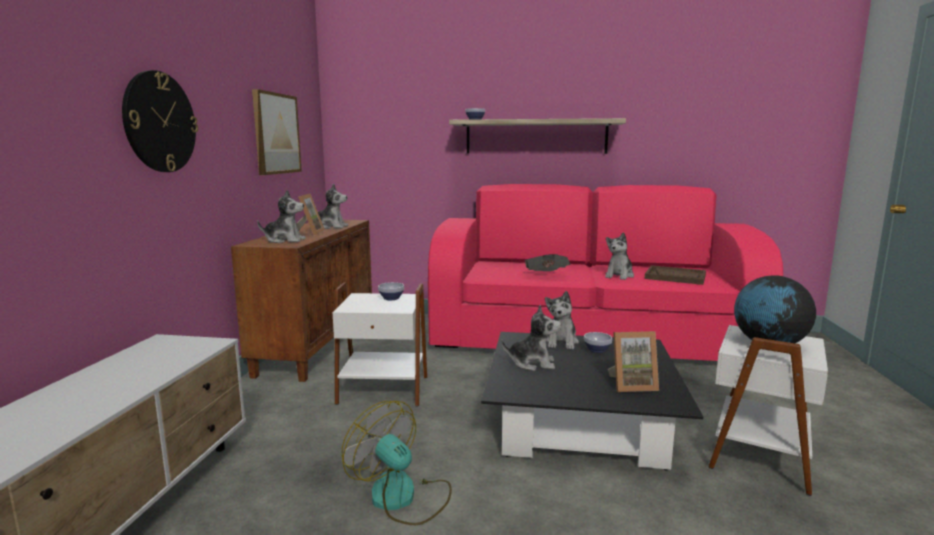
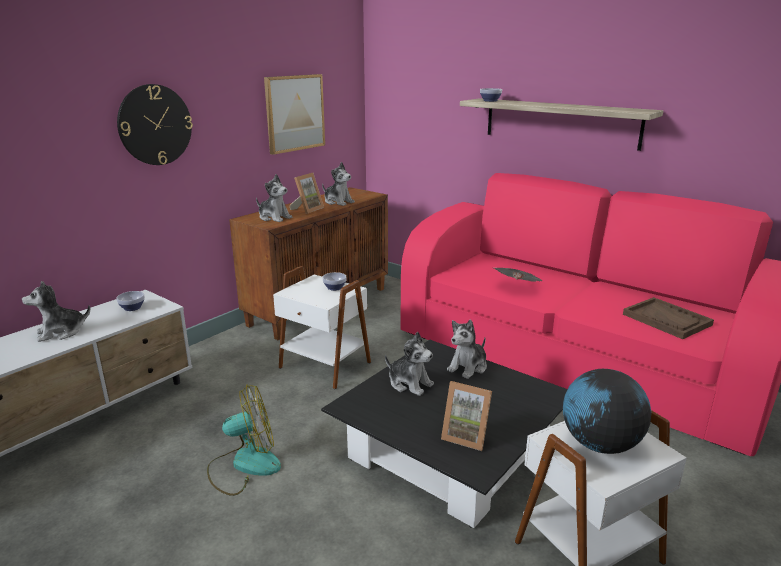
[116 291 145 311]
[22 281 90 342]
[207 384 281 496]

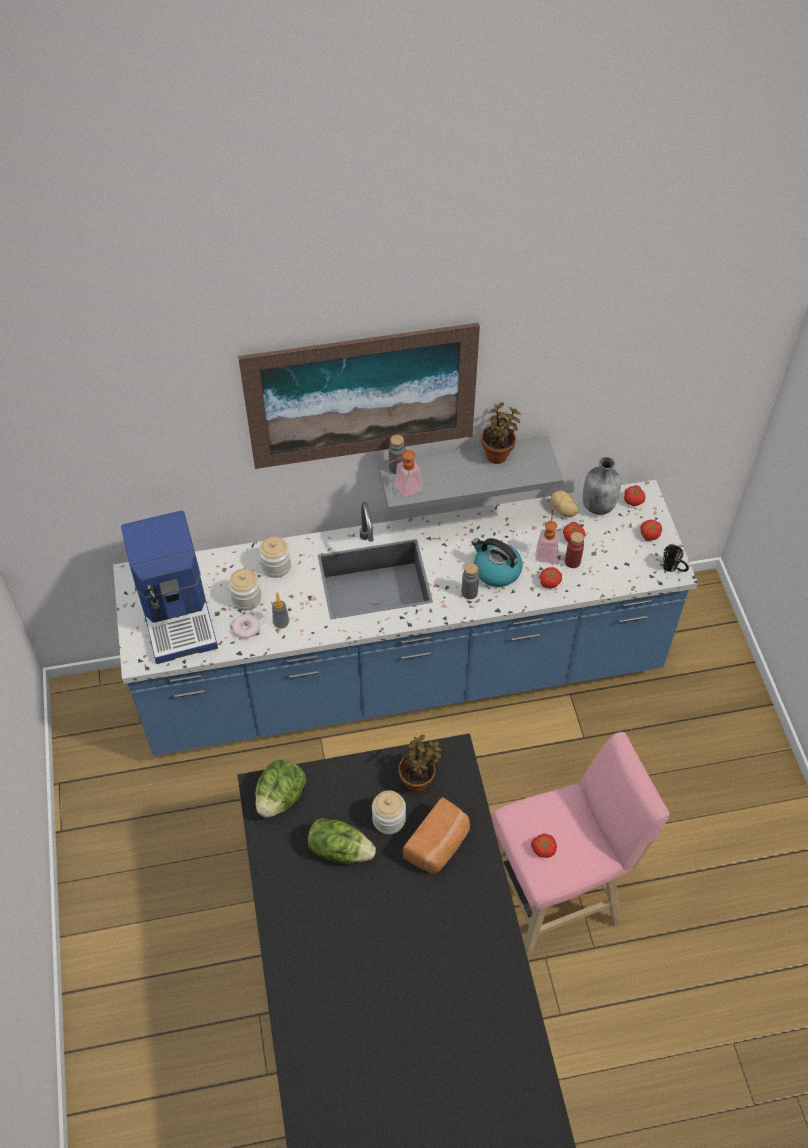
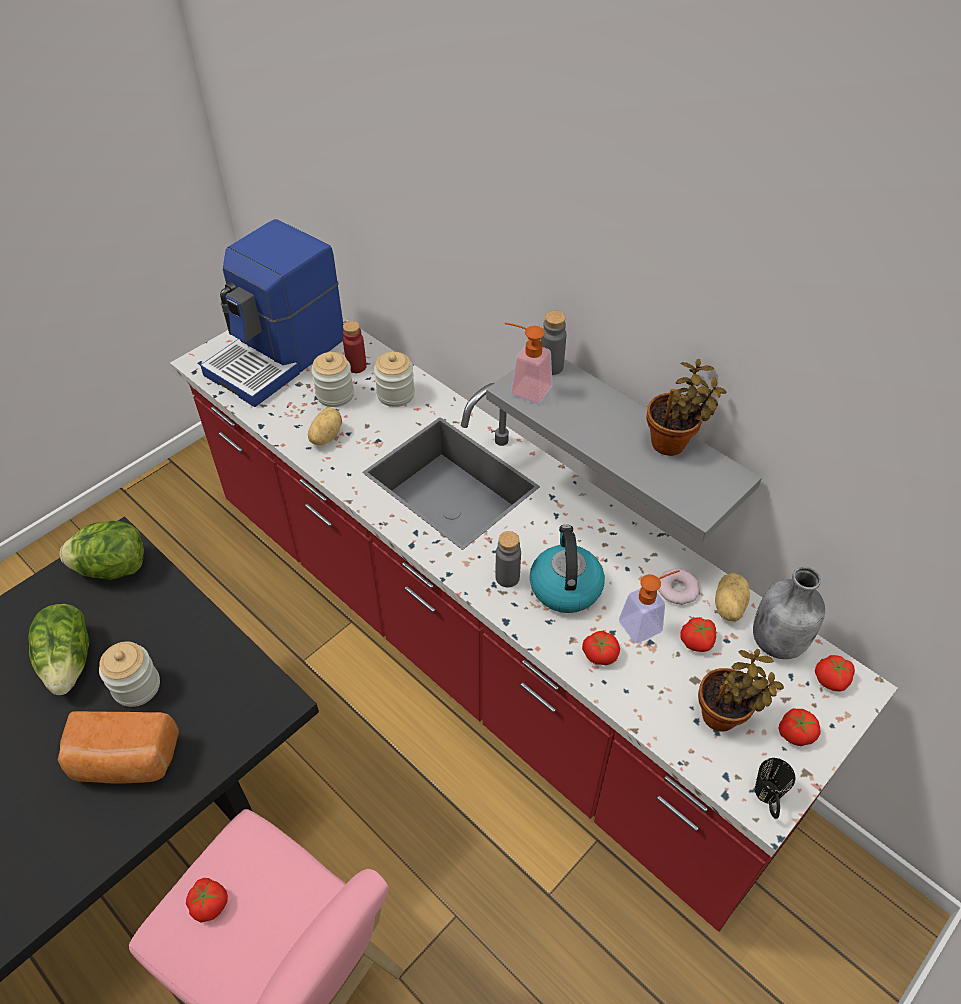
[238 323 480 469] (first image)
[658 569 700 605]
[698 649 784 732]
[343 321 367 373]
[308 408 342 445]
[170 317 898 932]

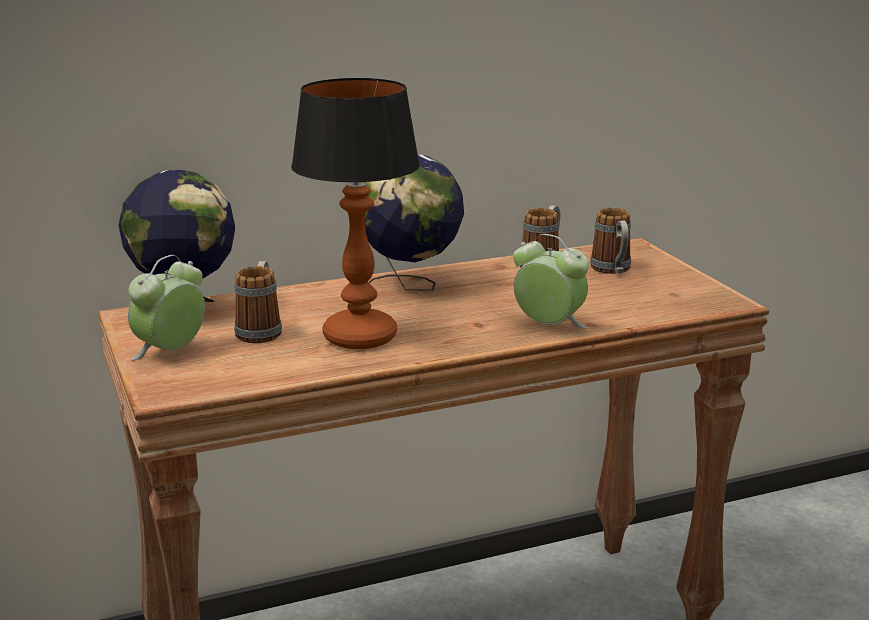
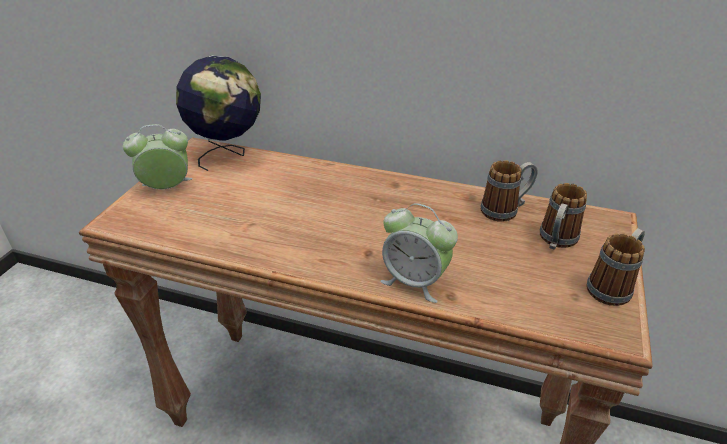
[291 78 420 349] (first image)
[364 154 464 291] (first image)
[586 228 645 306]
[380 203 458 303]

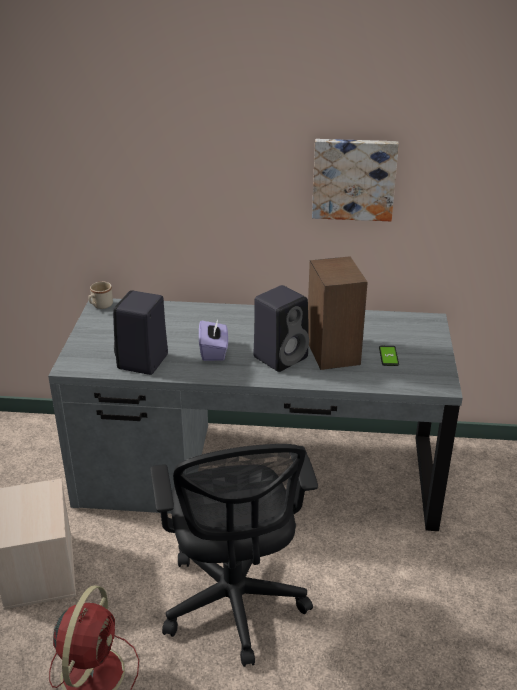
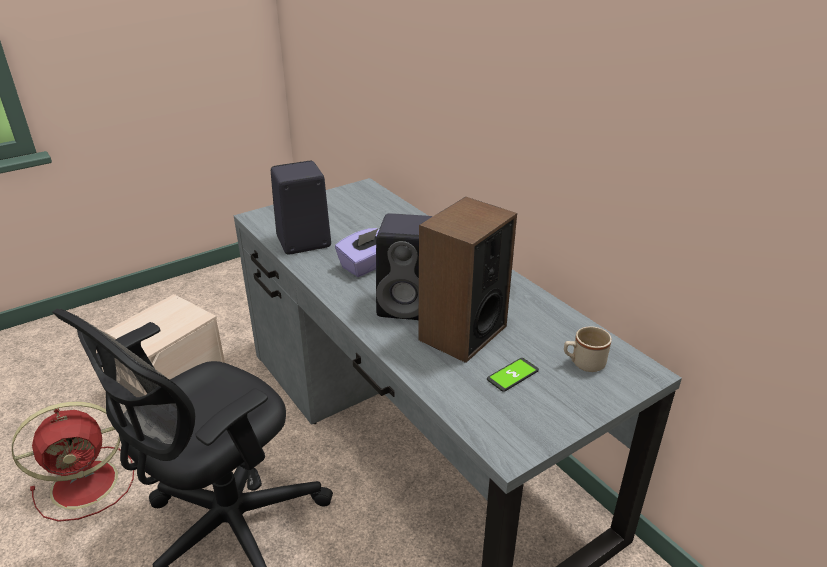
[312 139 399 221] (first image)
[564 326 612 372]

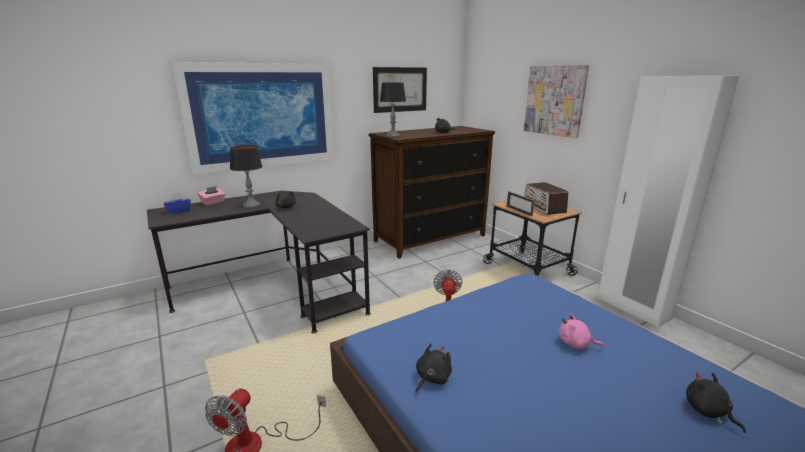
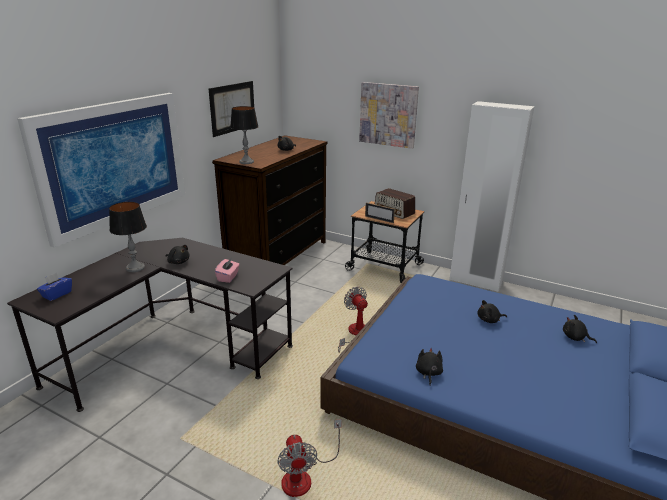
[215 258 240 283]
[478 300 507 323]

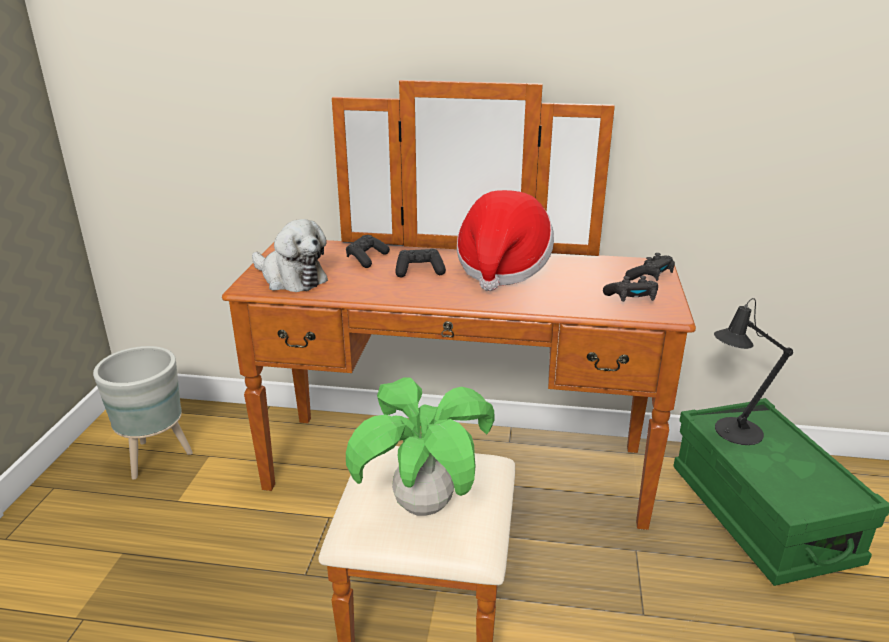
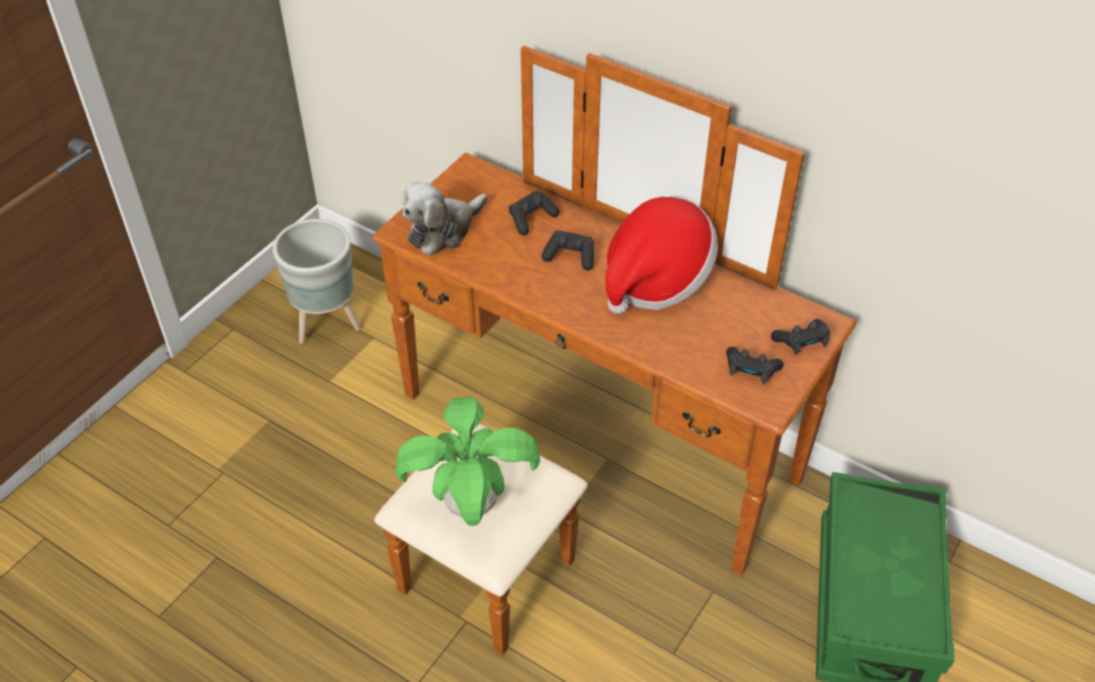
[714 298 793 445] (first image)
[402 182 488 256]

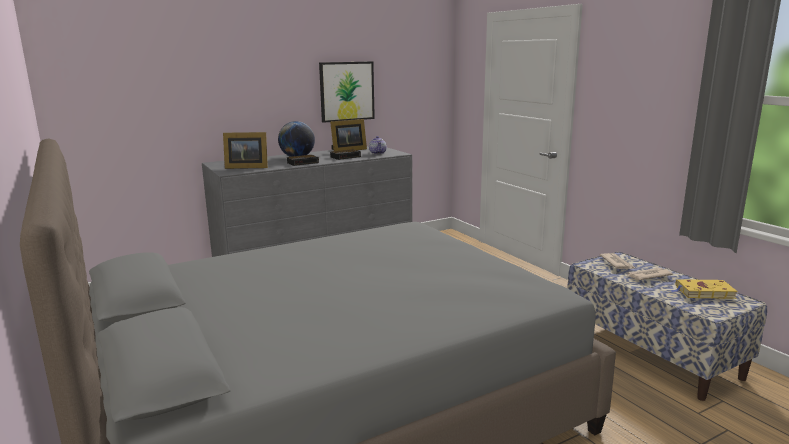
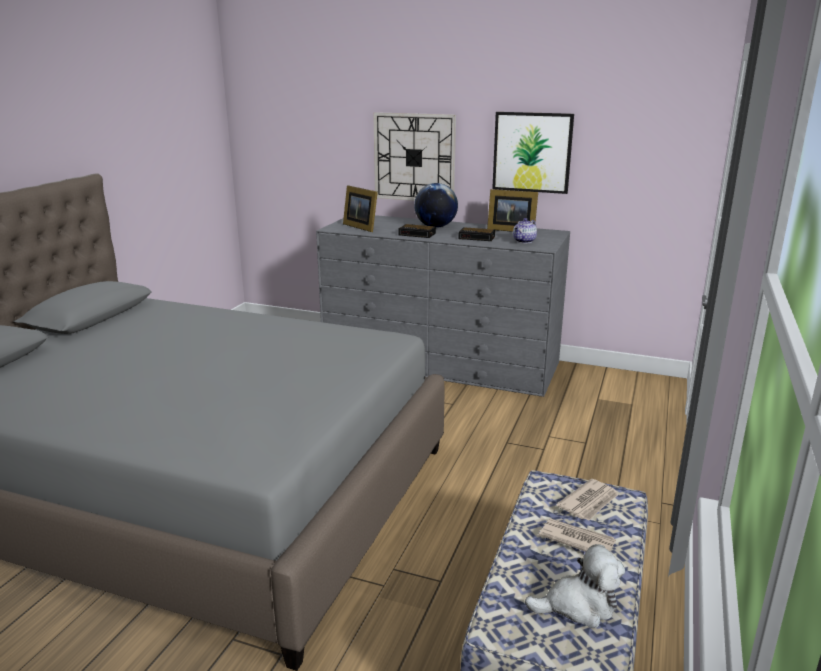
[373 112 456 201]
[525 544 625 628]

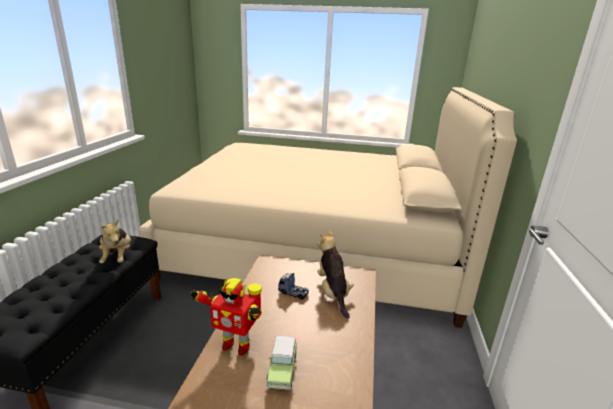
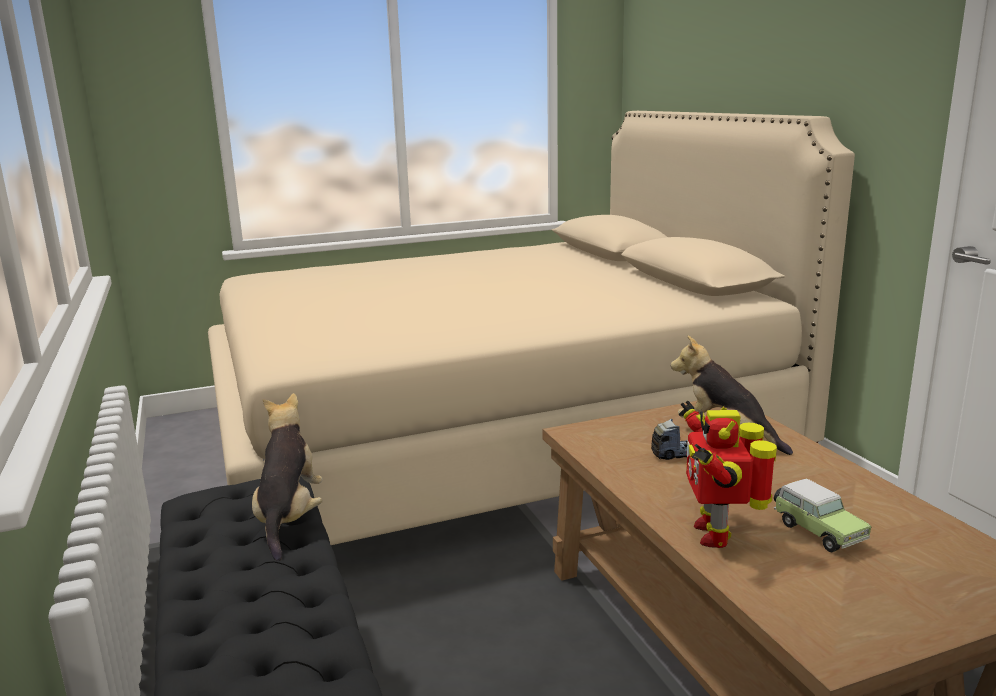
[252 393 323 561]
[678 401 777 548]

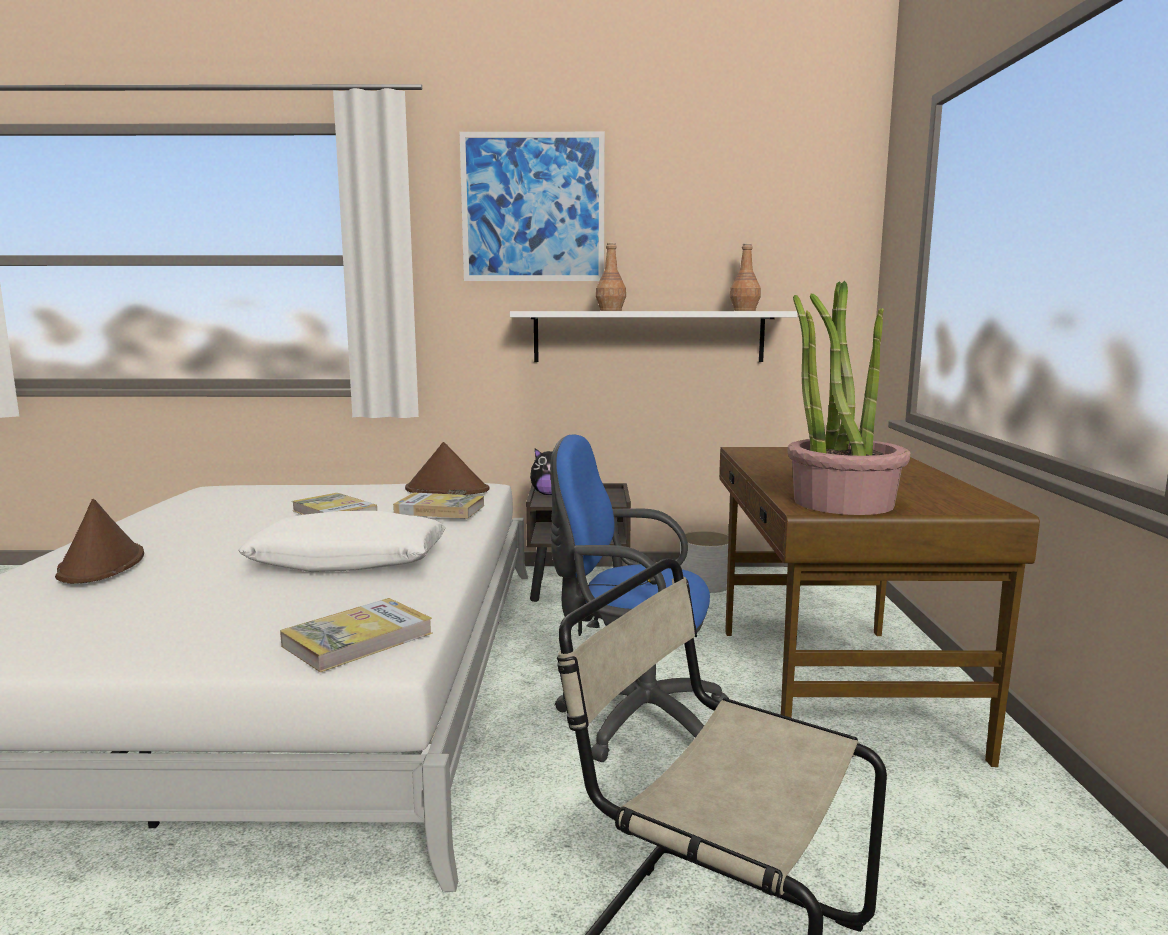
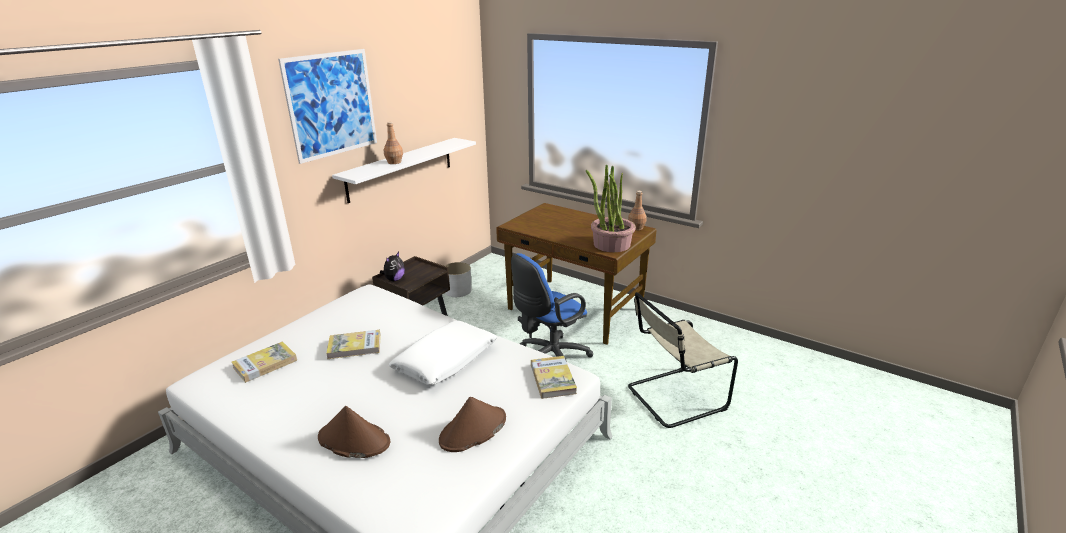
[231 341 297 383]
[439 397 506 452]
[628 191 647 230]

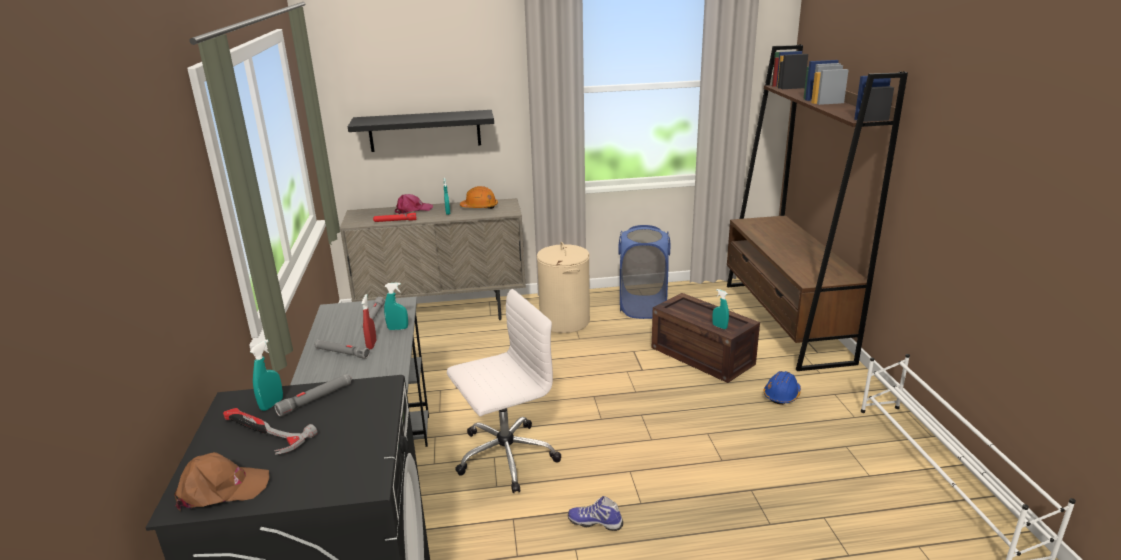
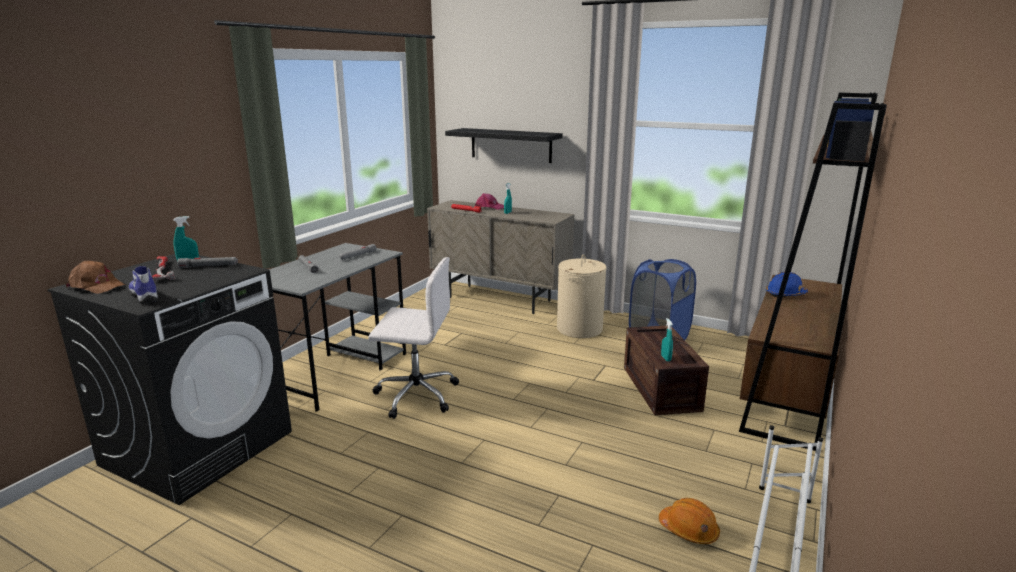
[361 294 376 349] (first image)
[384 282 408 330] (first image)
[659 498 720 544]
[129 266 158 304]
[766 272 808 298]

